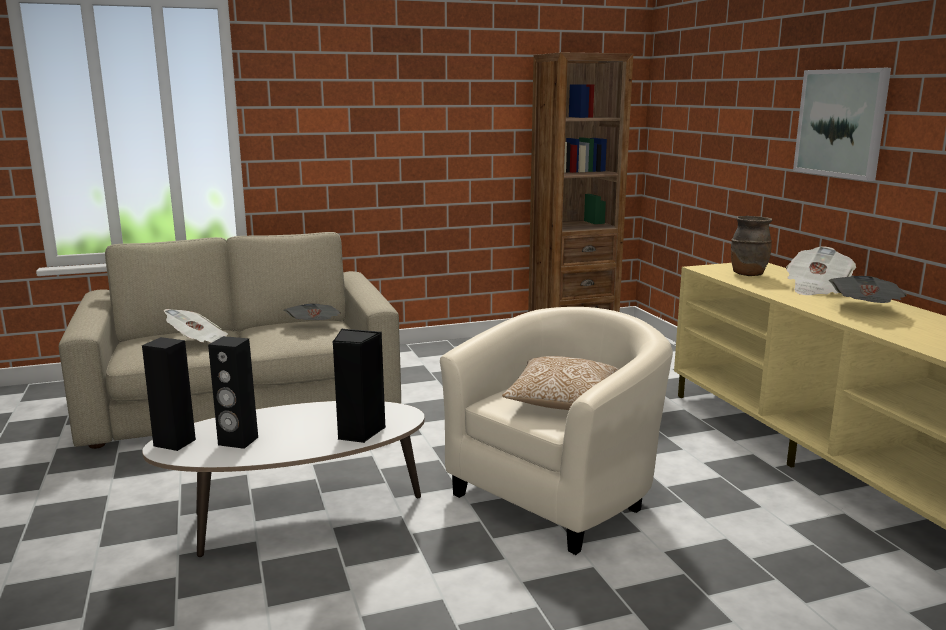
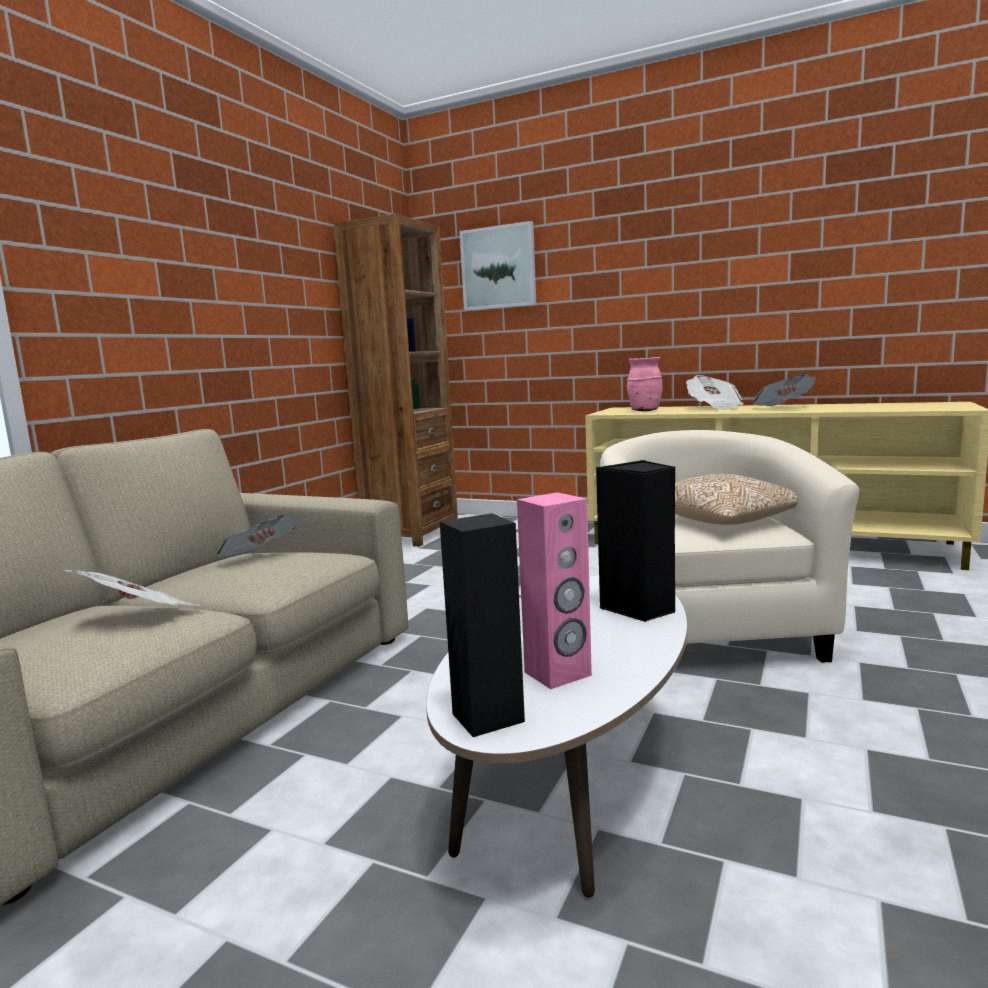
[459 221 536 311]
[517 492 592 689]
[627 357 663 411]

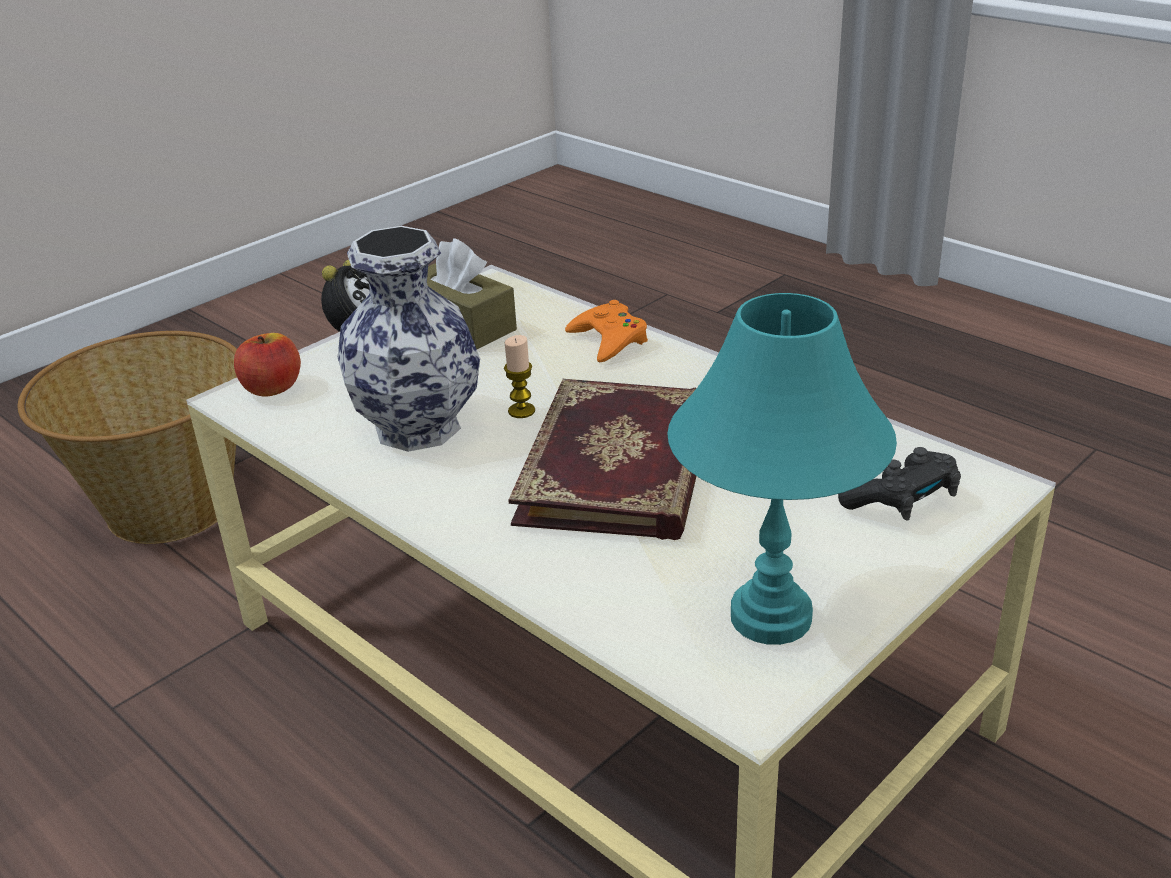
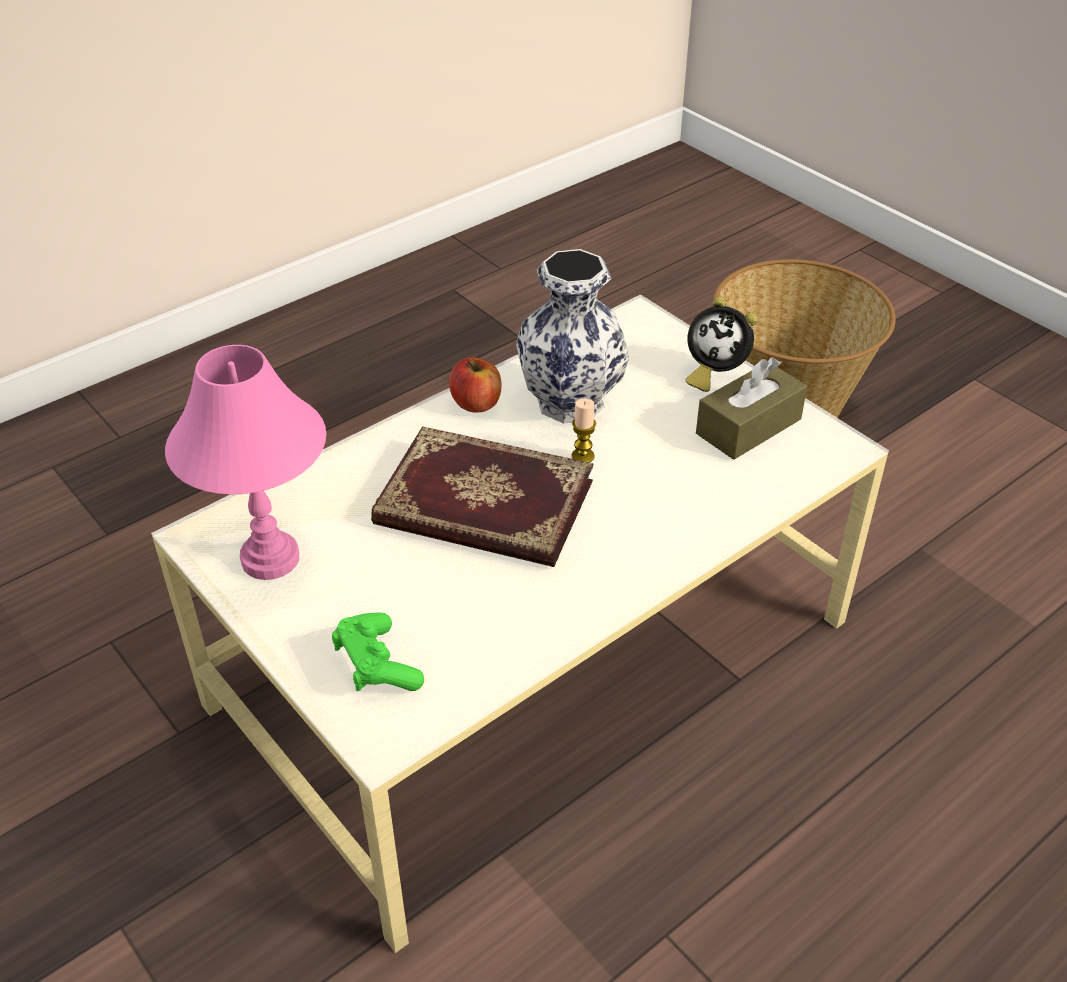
[565 300 648 362] (first image)
[449 357 501 413]
[165 345 326 580]
[332 613 424 691]

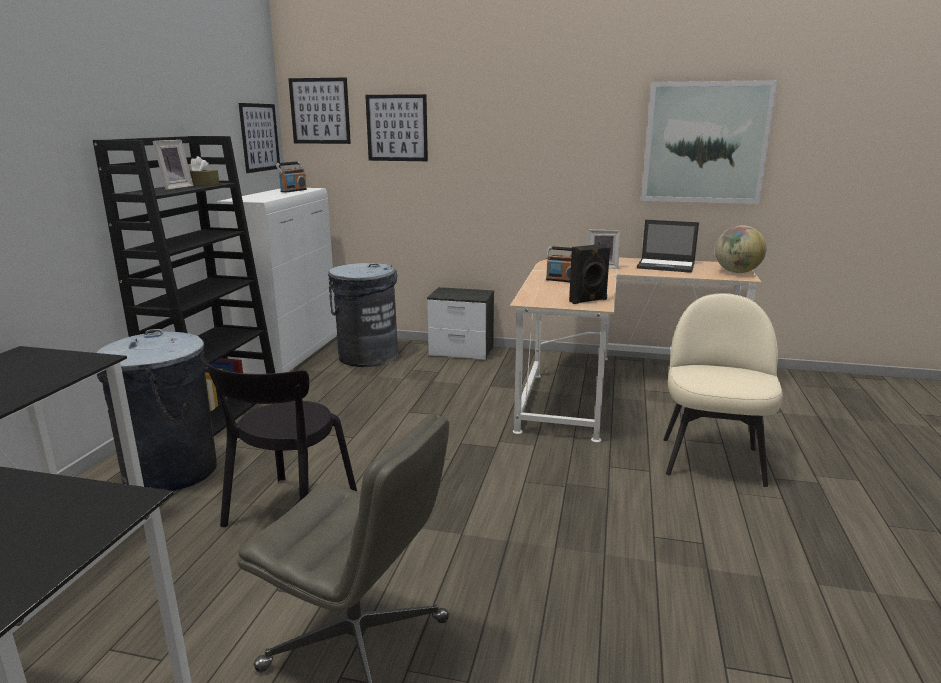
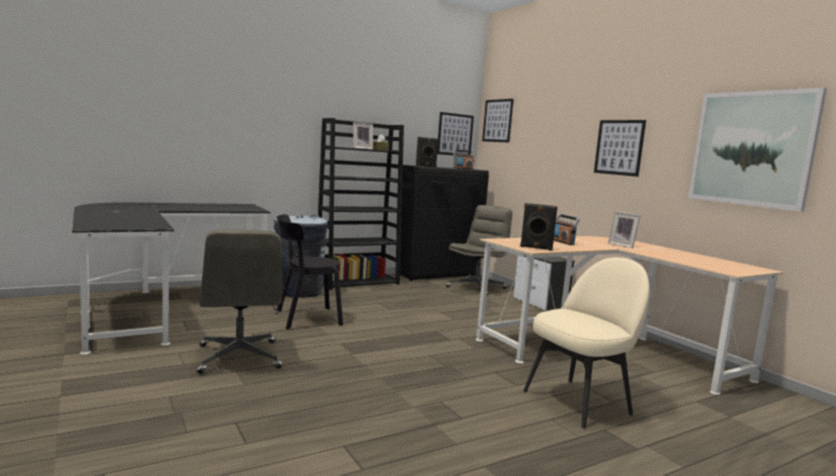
[637 220 699 273] (first image)
[715 225 767 273] (first image)
[416 137 439 167]
[594 120 646 177]
[446 205 512 296]
[395 165 489 281]

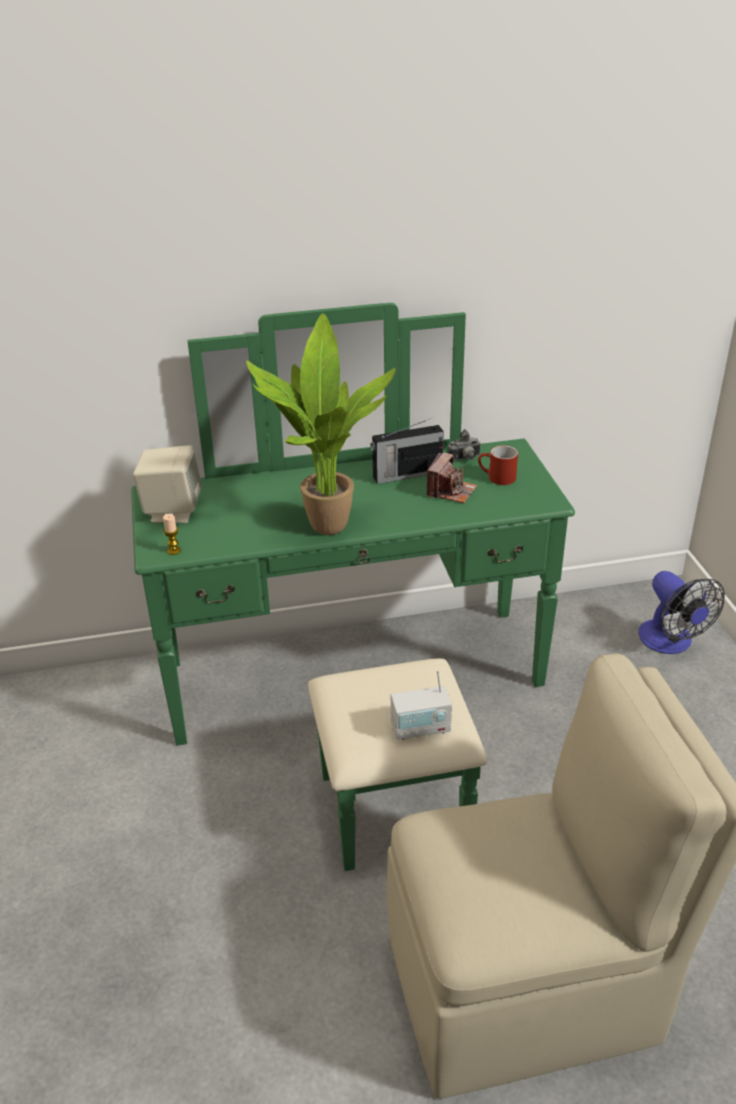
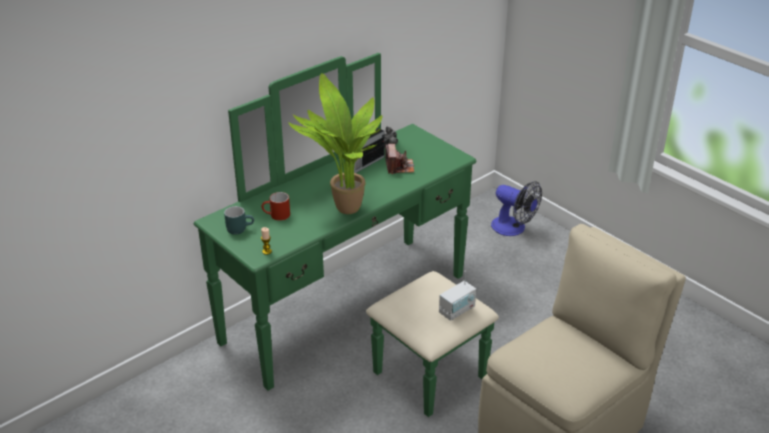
[261 192 290 221]
[224 206 254 235]

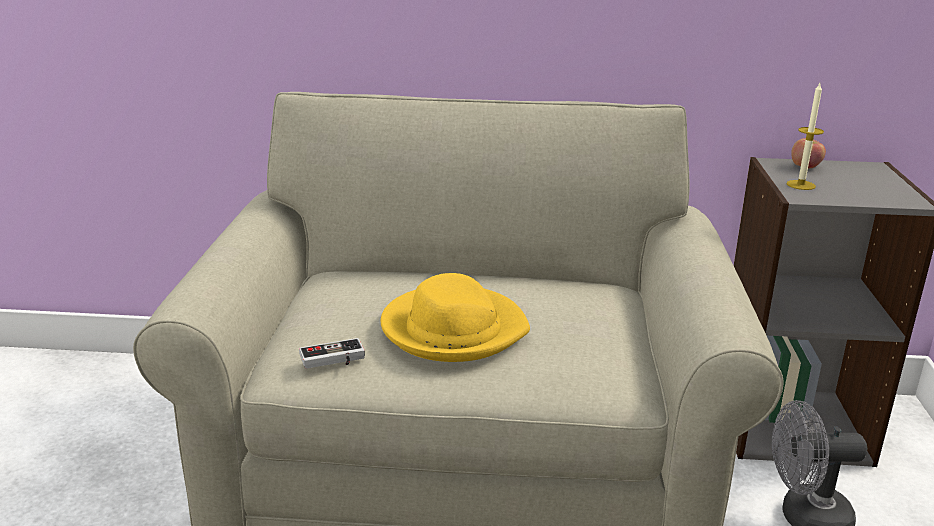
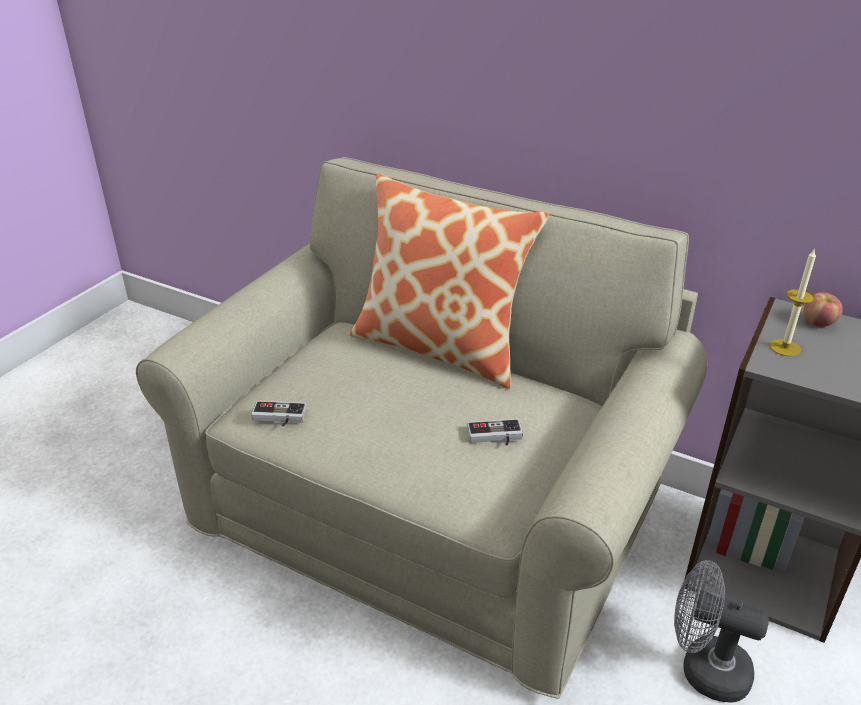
[381 273 530 362] (first image)
[350 174 549 389]
[467 419 523 446]

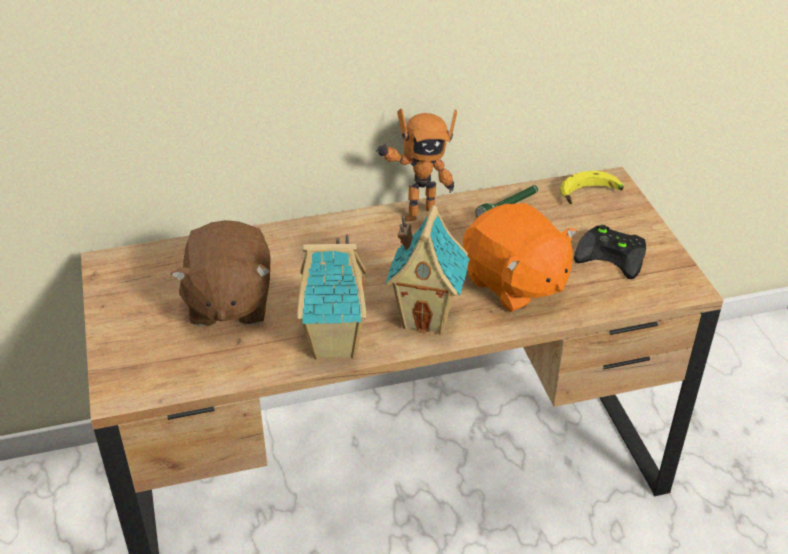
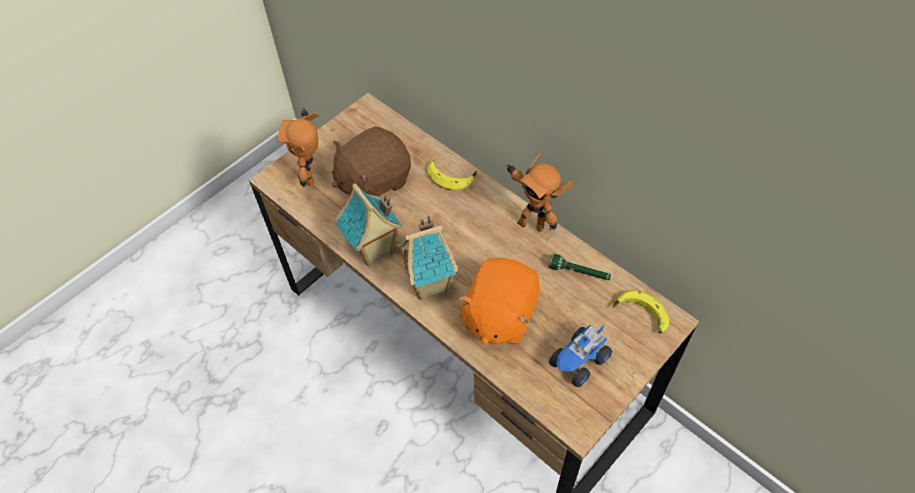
[277 108 319 188]
[427 160 477 190]
[549 324 612 387]

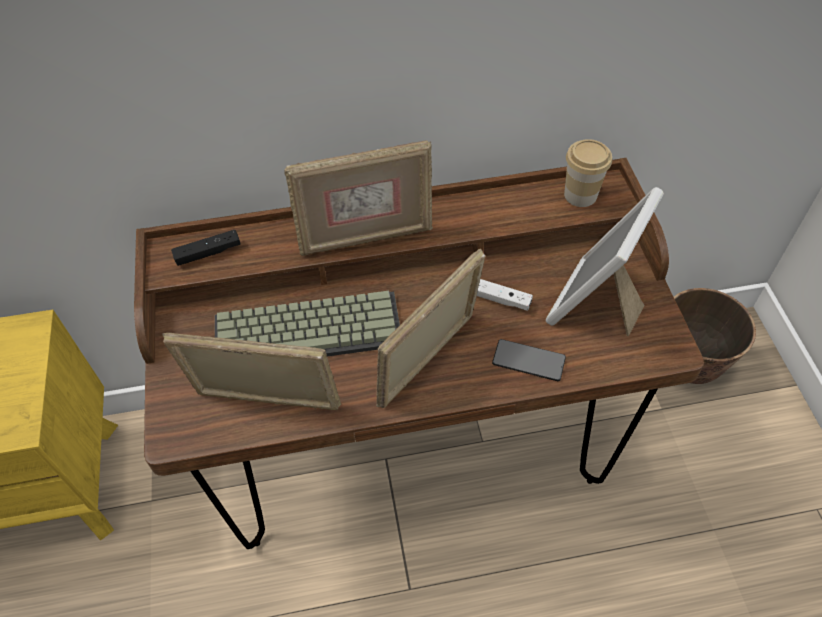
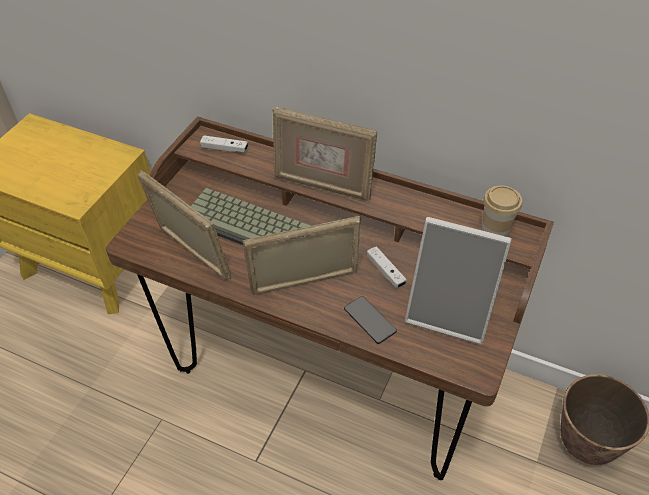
[200 135 248 153]
[405 217 512 345]

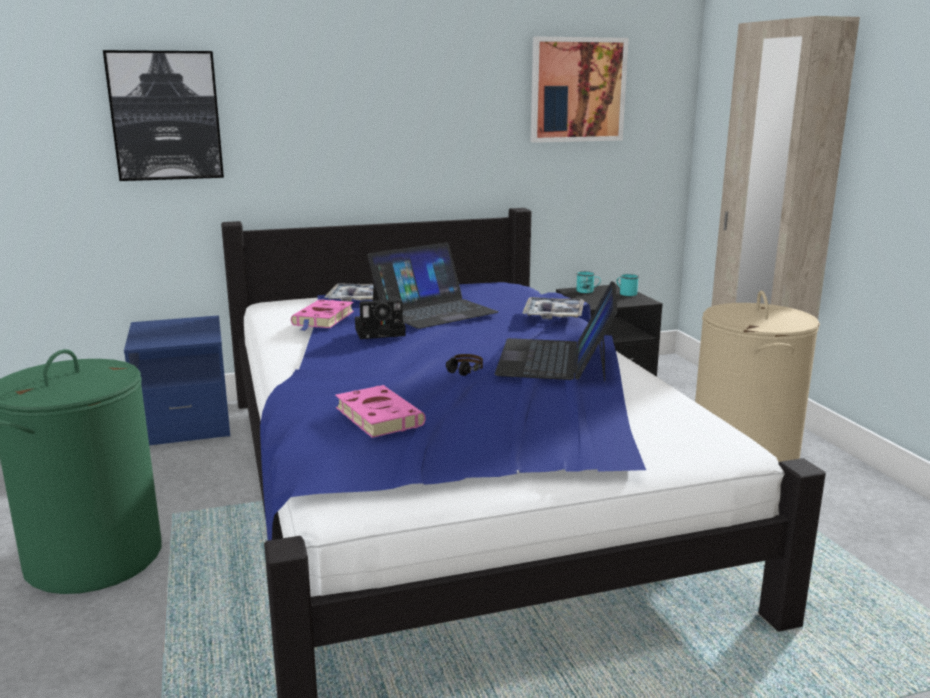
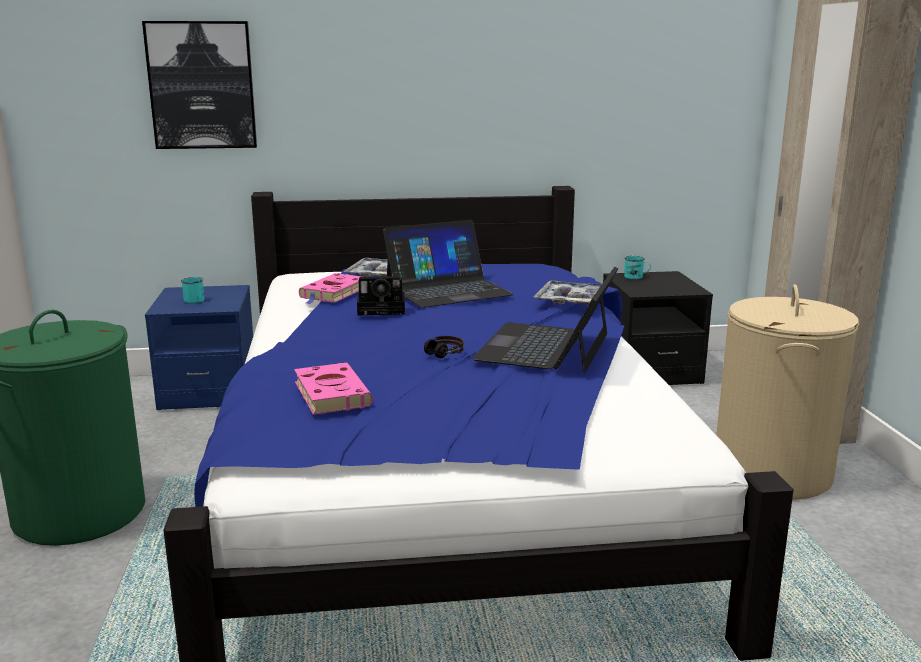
[530 36 629 143] (first image)
[181 277 204 303]

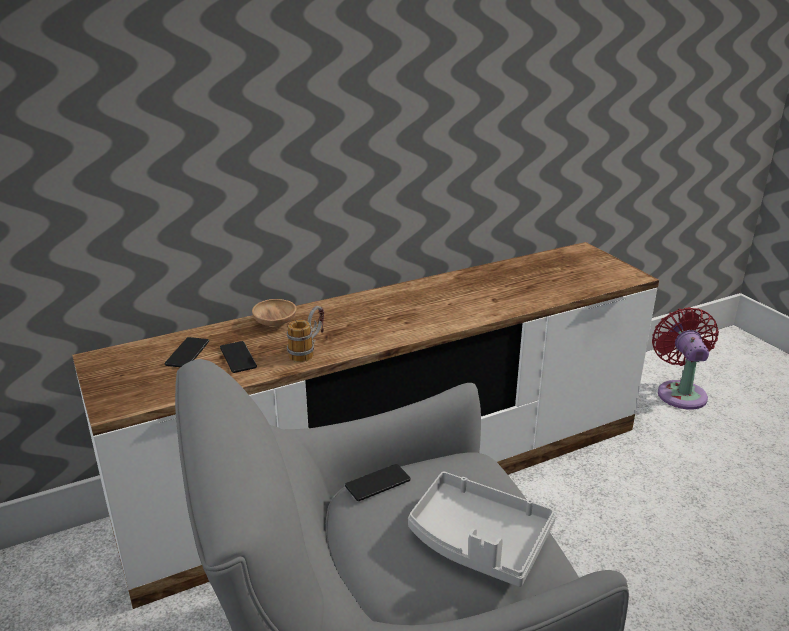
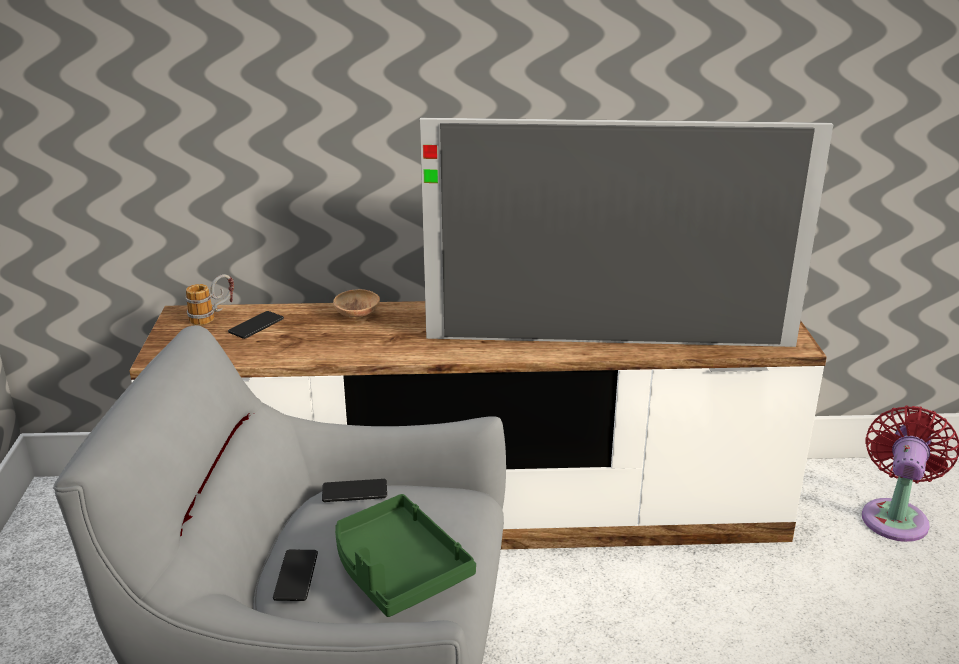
[420 118 833 347]
[273 550 318 601]
[185 274 234 325]
[335 494 476 617]

